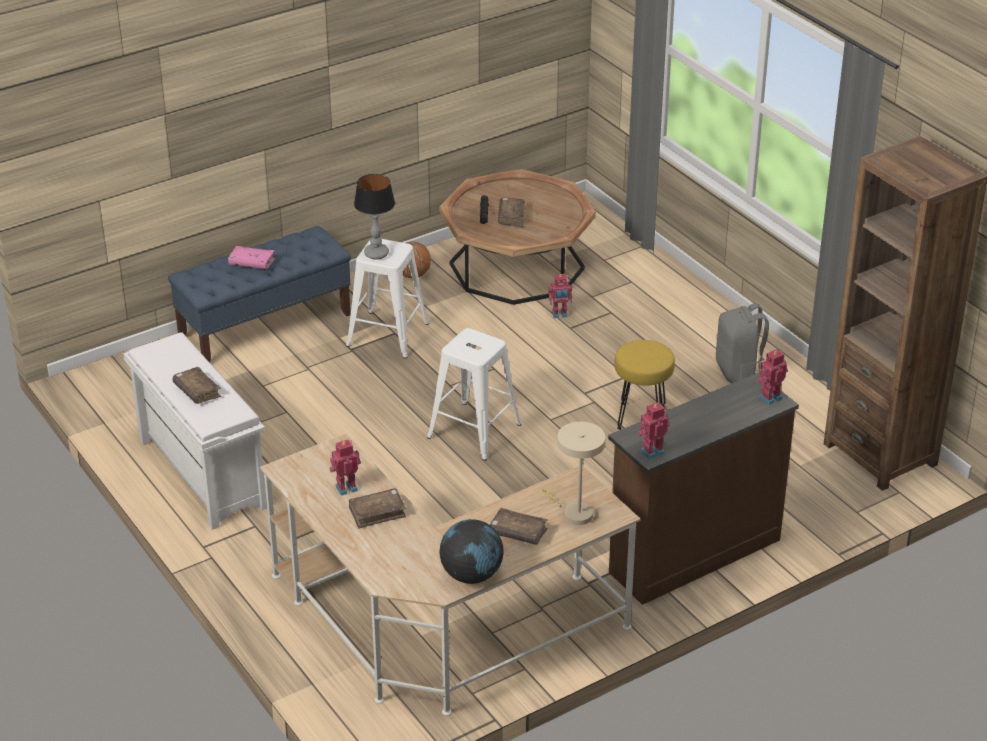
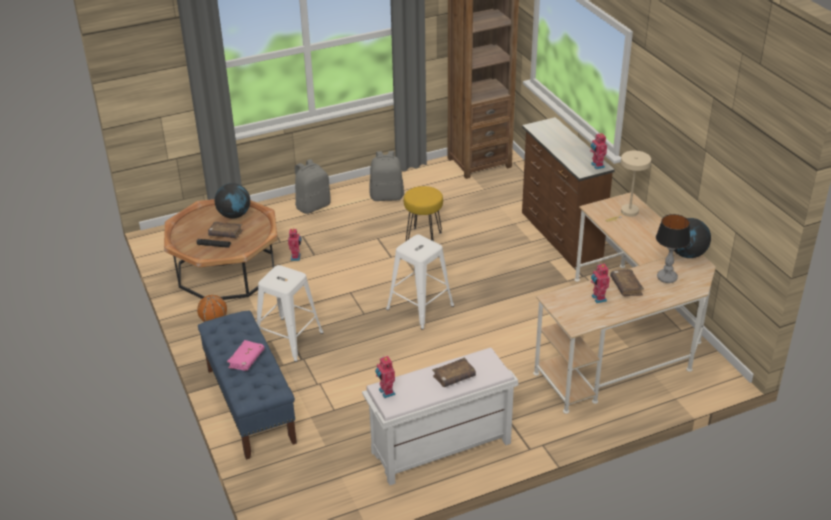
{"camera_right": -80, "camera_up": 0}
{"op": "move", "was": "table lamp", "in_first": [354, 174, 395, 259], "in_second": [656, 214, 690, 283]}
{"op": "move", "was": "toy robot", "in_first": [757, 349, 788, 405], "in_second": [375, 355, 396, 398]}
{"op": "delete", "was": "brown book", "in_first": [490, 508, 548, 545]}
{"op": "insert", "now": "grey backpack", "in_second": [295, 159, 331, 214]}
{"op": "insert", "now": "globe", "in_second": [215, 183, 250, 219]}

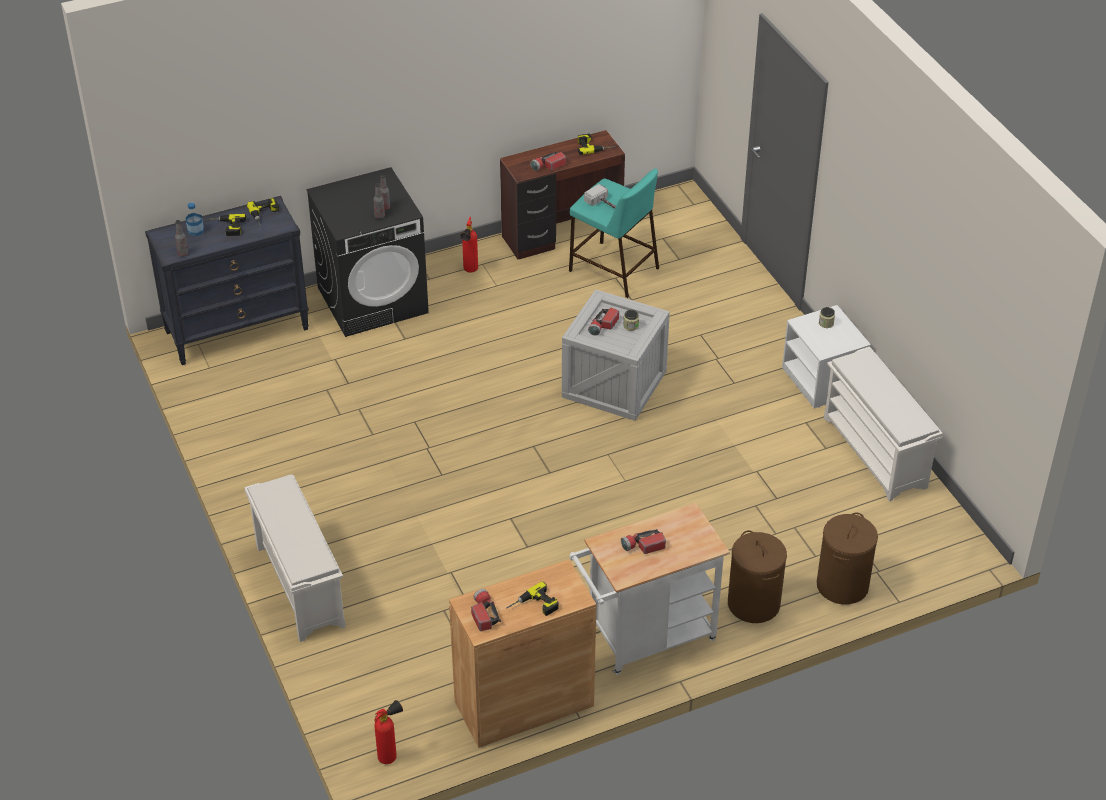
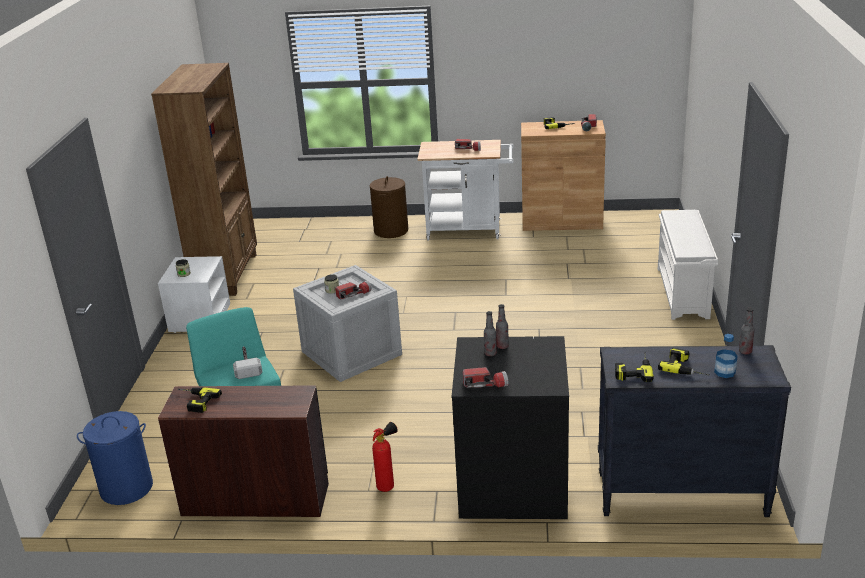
{"camera_right": -150, "camera_up": -15}
{"op": "move", "was": "flashlight", "in_first": [530, 152, 566, 171], "in_second": [463, 367, 508, 388]}
{"op": "replace", "was": "white shoe rack", "now": "brown bookcase", "in_first": [824, 347, 943, 501], "in_second": [151, 63, 257, 296]}
{"op": "delete", "was": "brown laundry basket", "in_first": [817, 512, 878, 604]}
{"op": "delete", "was": "fire extinguisher", "in_first": [374, 700, 403, 764]}
{"op": "insert", "now": "blue laundry basket", "in_second": [77, 411, 153, 505]}

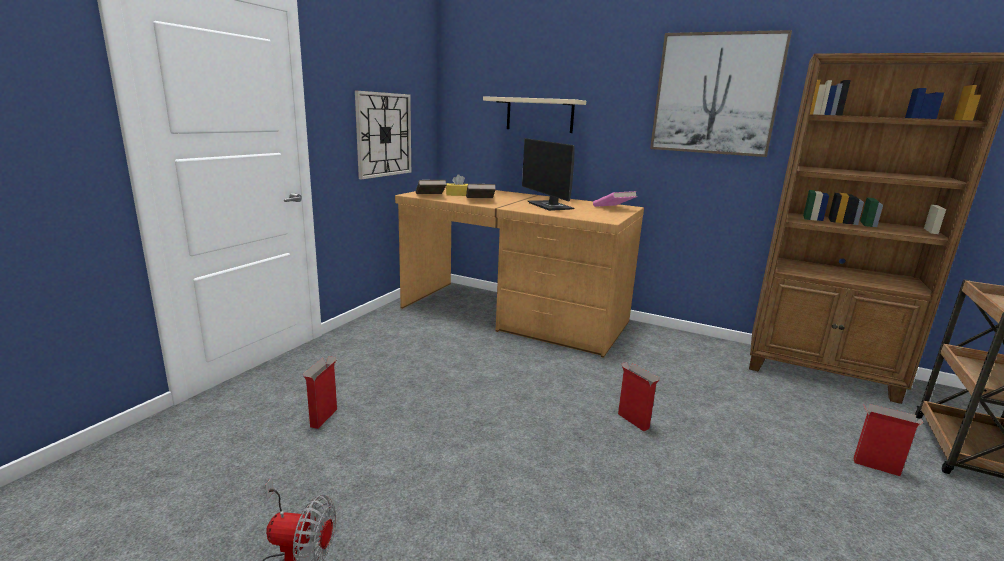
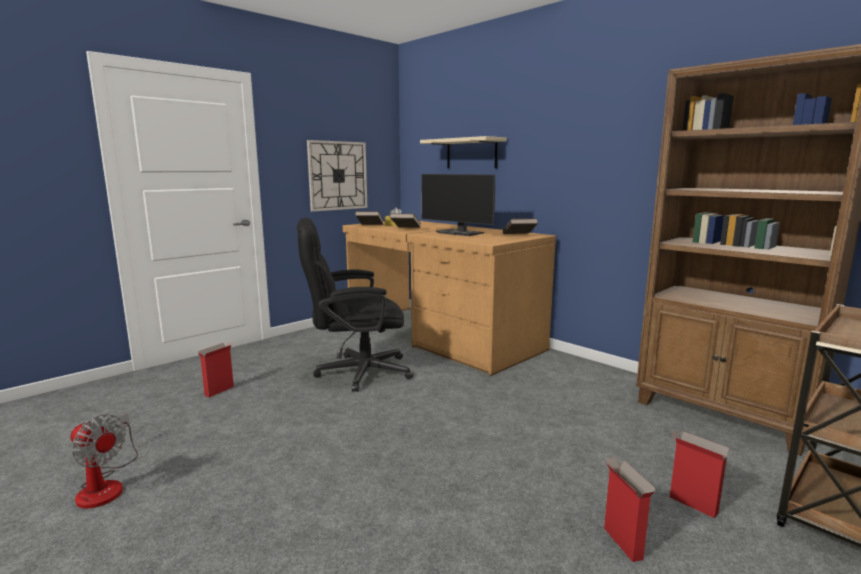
{"camera_right": 20, "camera_up": -5}
{"op": "delete", "was": "picture", "in_first": [650, 30, 792, 157]}
{"op": "rotate", "was": "monitor", "in_first": [522, 138, 575, 211], "in_second": [421, 174, 495, 236], "clockwise": -45}
{"op": "recolor", "was": "pink book", "now": "brown book", "in_first": [593, 191, 637, 207], "in_second": [503, 218, 538, 234]}
{"op": "move", "was": "cardboard box", "in_first": [618, 362, 659, 431], "in_second": [604, 457, 655, 562]}
{"op": "insert", "now": "black office chair", "in_second": [297, 217, 414, 392]}

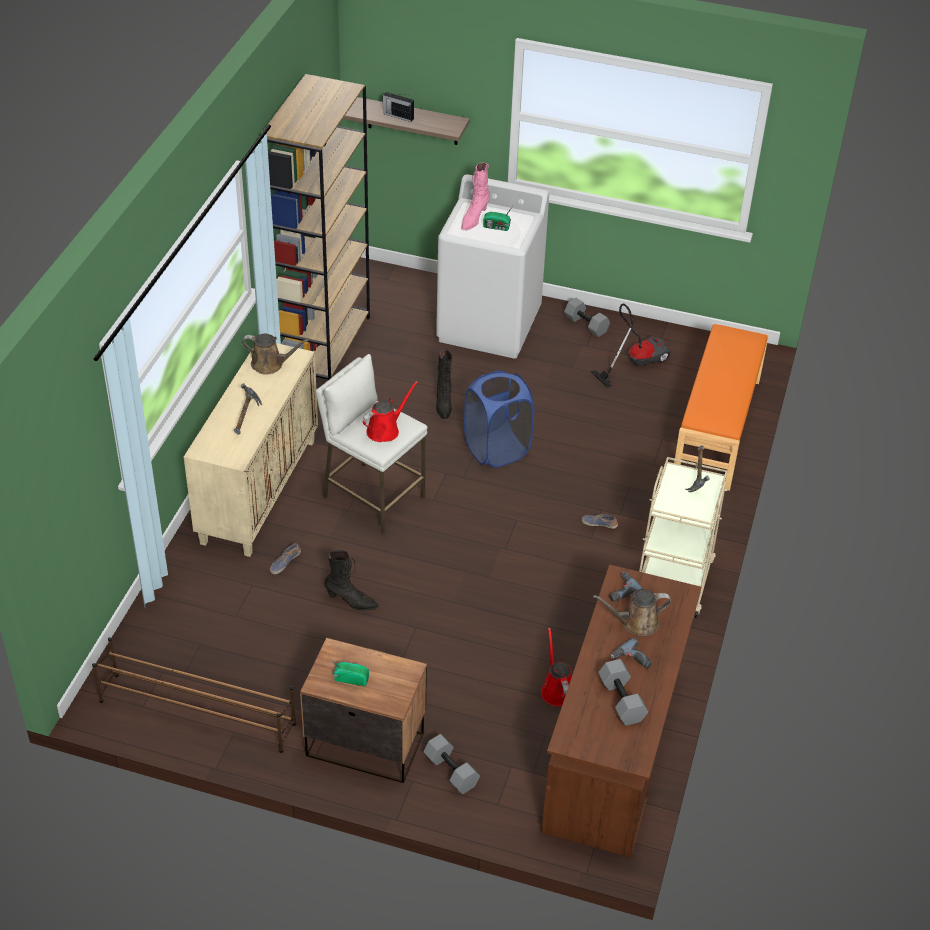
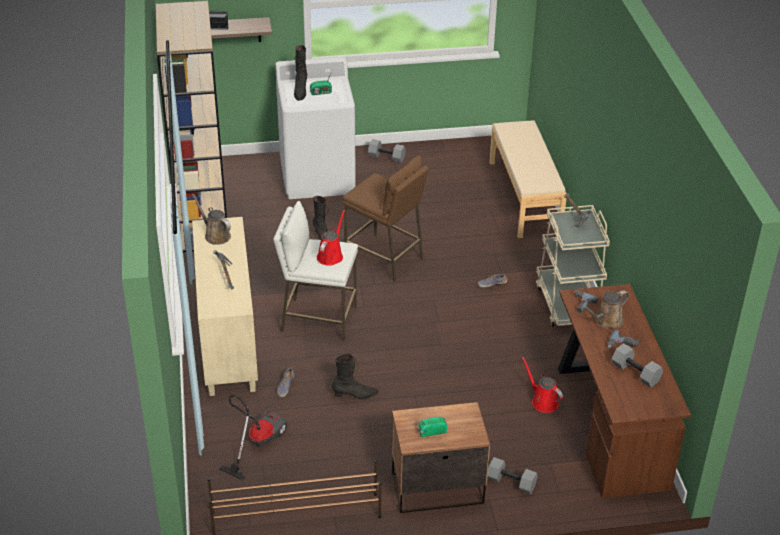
{"camera_right": -25, "camera_up": -5}
{"op": "recolor", "was": "pink boot", "now": "black boot", "in_first": [461, 163, 490, 230], "in_second": [294, 45, 307, 101]}
{"op": "move", "was": "vacuum cleaner", "in_first": [591, 304, 671, 388], "in_second": [220, 394, 288, 481]}
{"op": "recolor", "was": "orange bench", "now": "beige bench", "in_first": [674, 323, 769, 491], "in_second": [490, 120, 567, 238]}
{"op": "rotate", "was": "brown watering can", "in_first": [241, 334, 309, 375], "in_second": [192, 194, 231, 245], "clockwise": -120}
{"op": "replace", "was": "blue laundry basket", "now": "brown stool", "in_first": [464, 371, 534, 468], "in_second": [343, 155, 429, 282]}

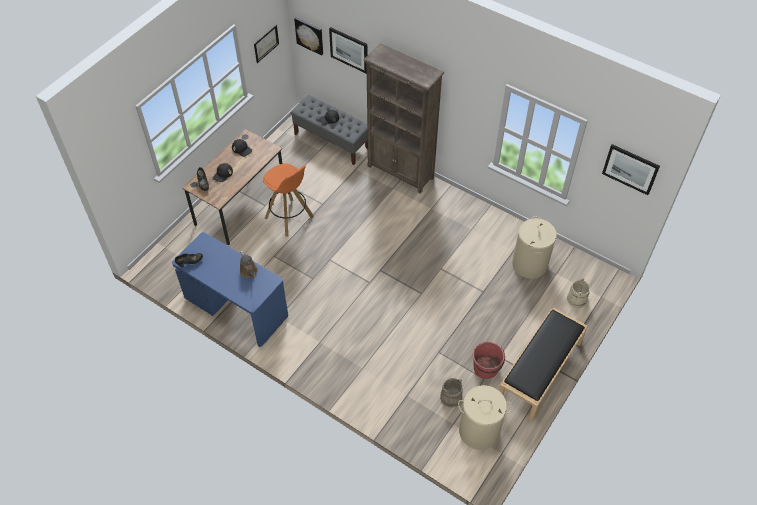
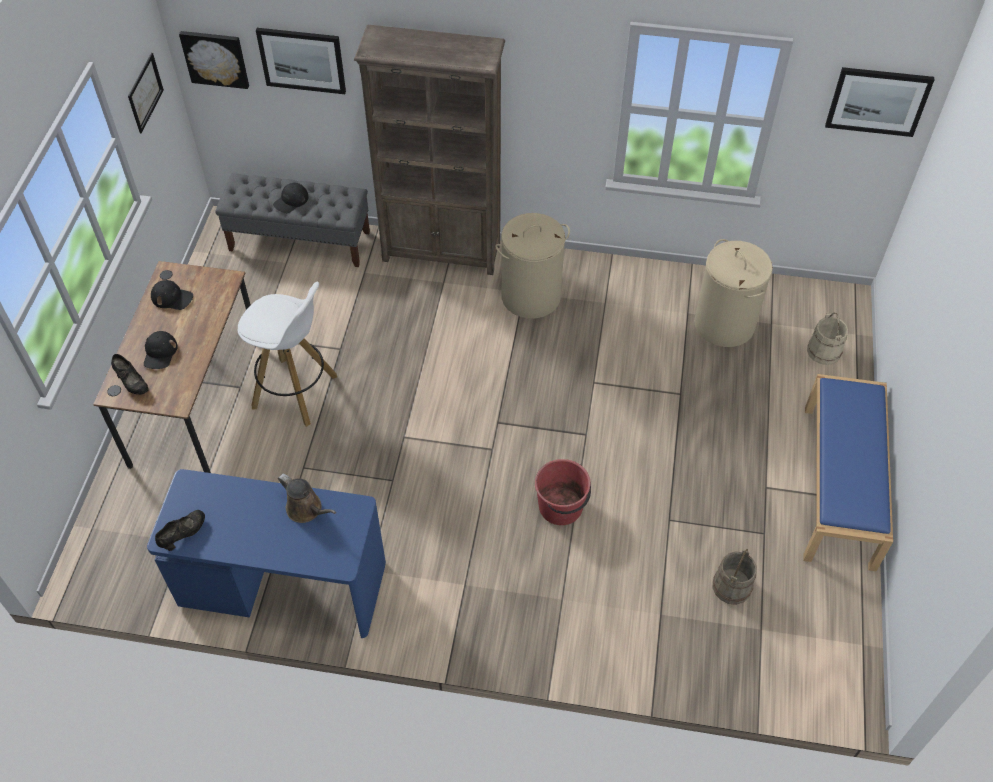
{"camera_right": -25, "camera_up": 0}
{"op": "recolor", "was": "orange stool", "now": "white stool", "in_first": [263, 164, 314, 237], "in_second": [238, 282, 337, 427]}
{"op": "recolor", "was": "black bench", "now": "blue bench", "in_first": [499, 307, 588, 421], "in_second": [803, 374, 893, 571]}
{"op": "move", "was": "red bucket", "in_first": [473, 342, 505, 379], "in_second": [535, 459, 591, 525]}
{"op": "move", "was": "beige laundry basket", "in_first": [458, 385, 512, 450], "in_second": [495, 213, 570, 318]}

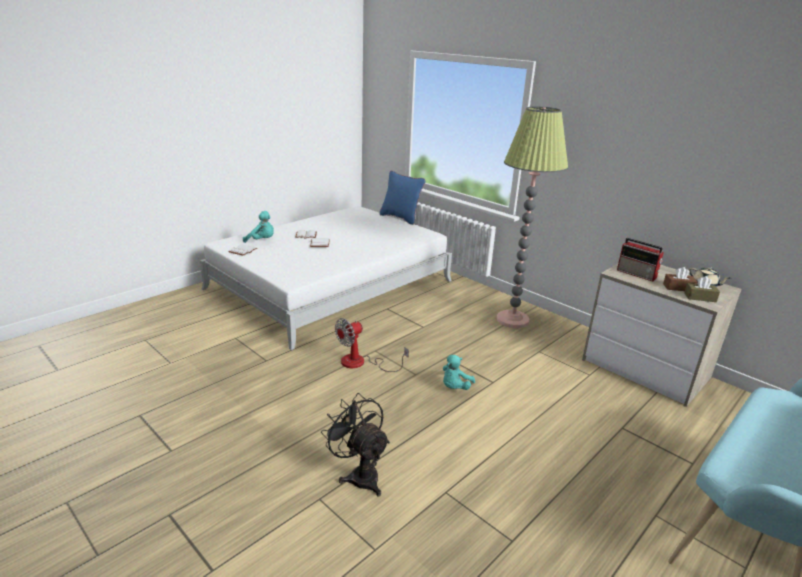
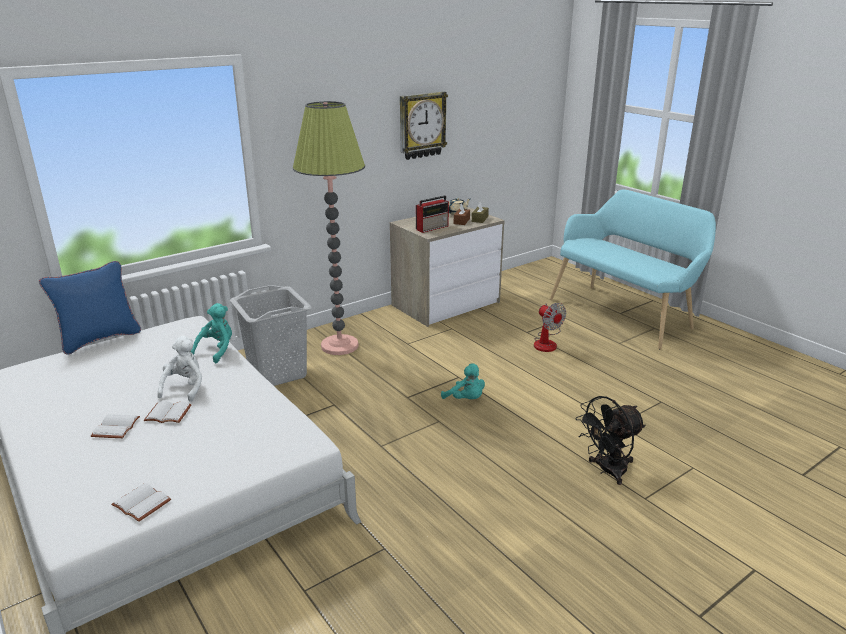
{"camera_right": -80, "camera_up": 0}
{"op": "move", "was": "turquoise plush toy", "in_first": [243, 211, 274, 243], "in_second": [191, 303, 232, 363]}
{"op": "move", "was": "fan", "in_first": [335, 318, 409, 372], "in_second": [534, 303, 566, 352]}
{"op": "insert", "now": "wall clock", "in_second": [400, 92, 448, 160]}
{"op": "insert", "now": "grey laundry basket", "in_second": [230, 285, 312, 386]}
{"op": "insert", "now": "white plush toy", "in_second": [157, 336, 202, 402]}

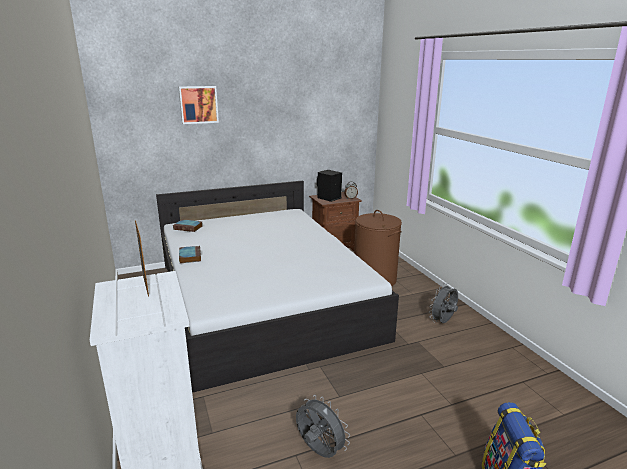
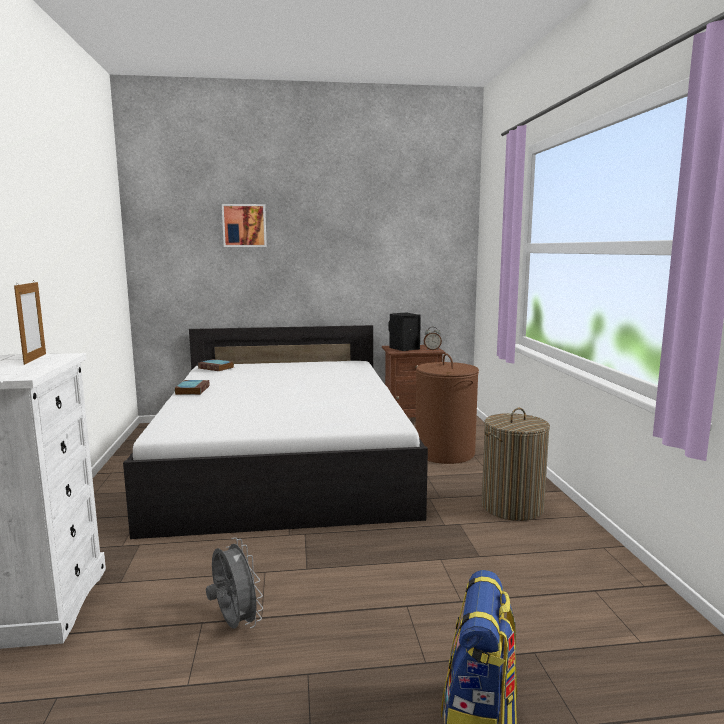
{"camera_right": 15, "camera_up": -10}
{"op": "replace", "was": "grey fan", "now": "laundry basket", "in_first": [429, 283, 458, 323], "in_second": [482, 408, 550, 521]}

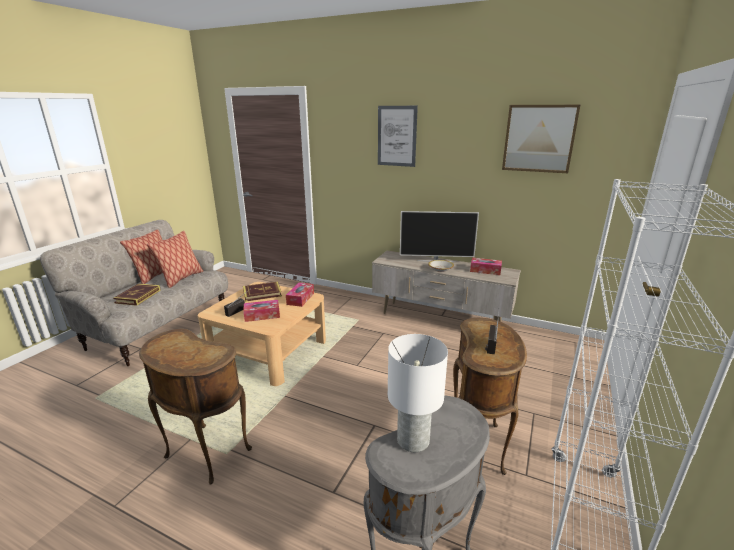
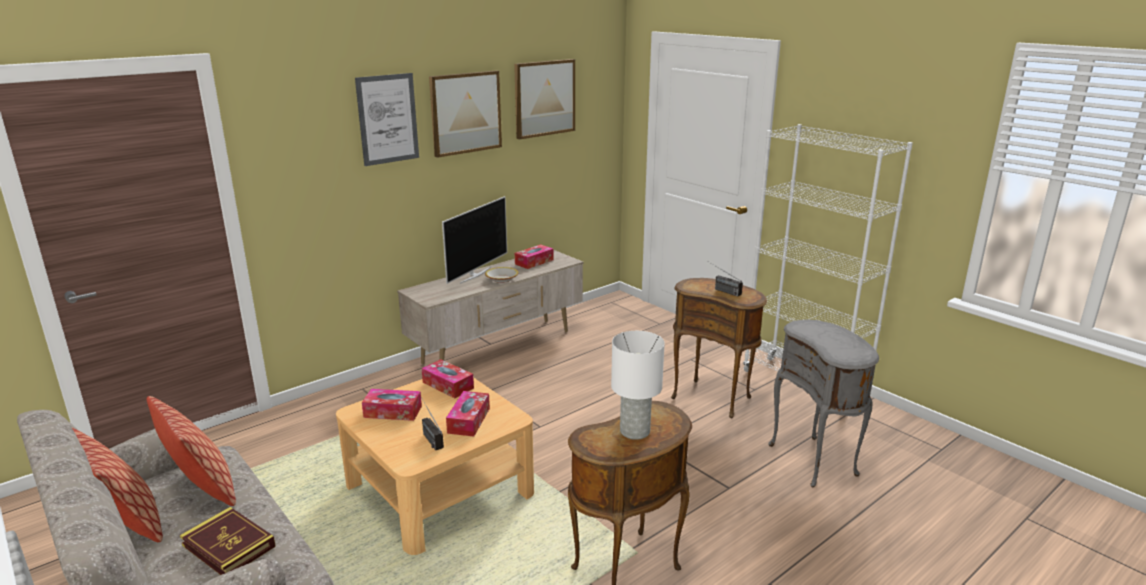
{"camera_right": -65, "camera_up": 0}
{"op": "replace", "was": "book", "now": "tissue box", "in_first": [243, 282, 282, 302], "in_second": [362, 389, 422, 421]}
{"op": "move", "was": "white table lamp", "in_first": [388, 334, 448, 452], "in_second": [611, 331, 665, 440]}
{"op": "insert", "now": "picture", "in_second": [429, 71, 502, 158]}

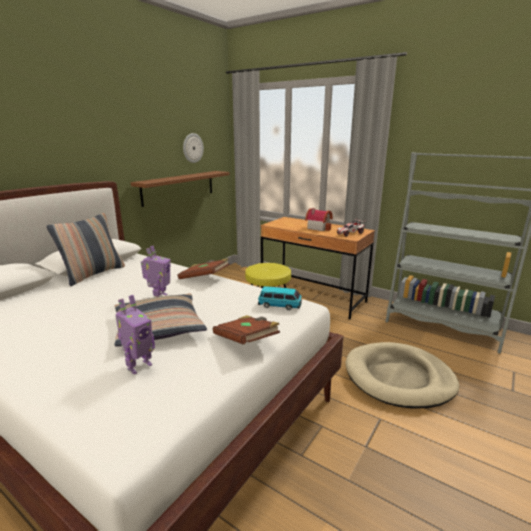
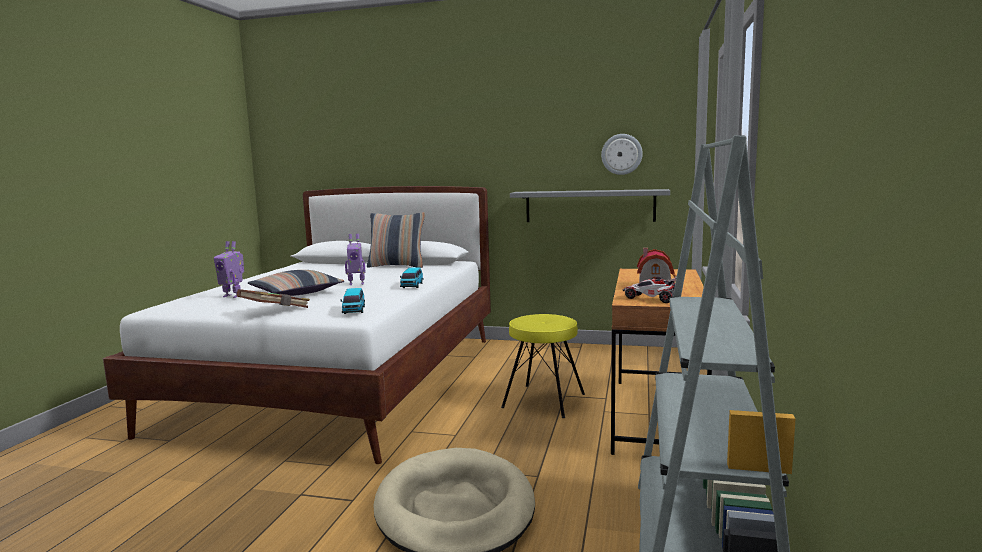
{"camera_right": 70, "camera_up": -10}
{"op": "recolor", "was": "brown shelf", "now": "grey shelf", "in_first": [131, 171, 230, 207], "in_second": [510, 189, 670, 222]}
{"op": "replace", "was": "brown book", "now": "toy car", "in_first": [177, 258, 230, 279], "in_second": [400, 268, 424, 288]}

